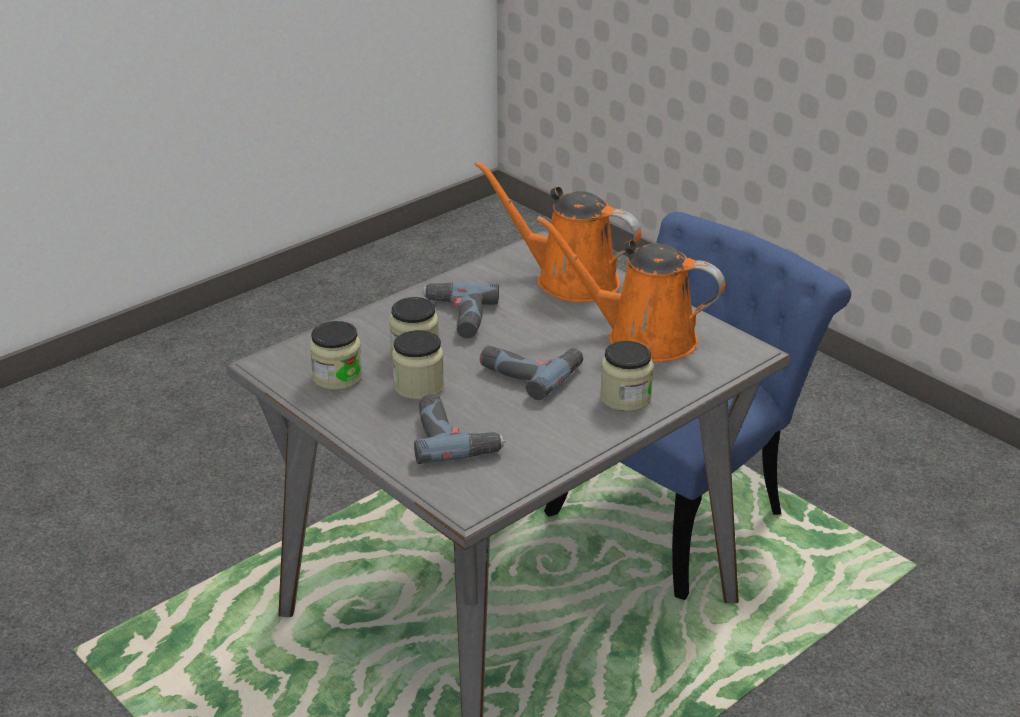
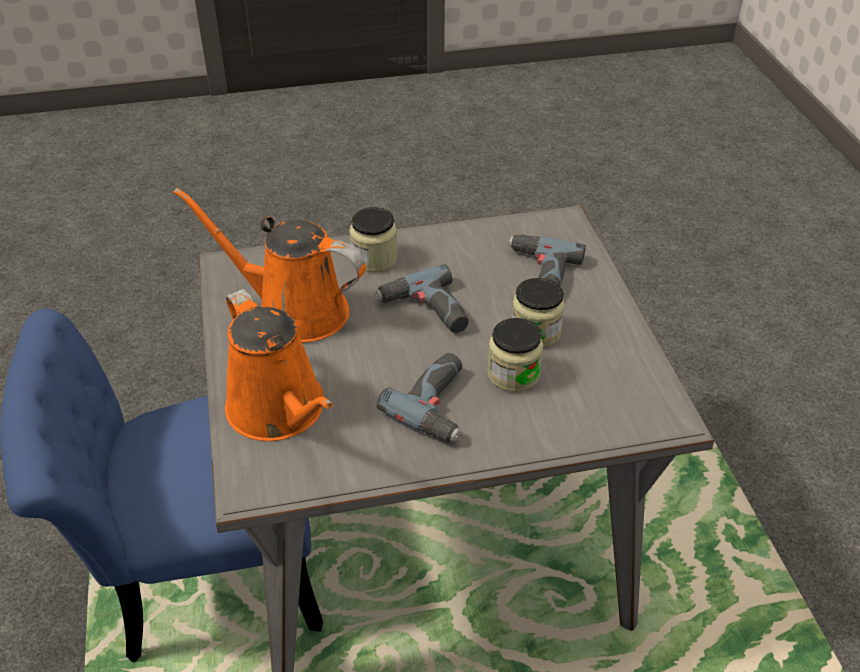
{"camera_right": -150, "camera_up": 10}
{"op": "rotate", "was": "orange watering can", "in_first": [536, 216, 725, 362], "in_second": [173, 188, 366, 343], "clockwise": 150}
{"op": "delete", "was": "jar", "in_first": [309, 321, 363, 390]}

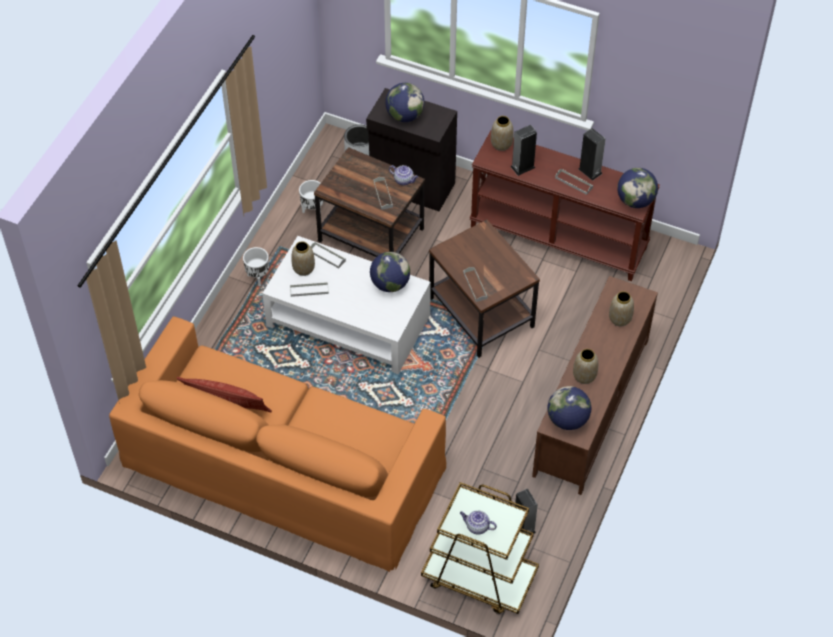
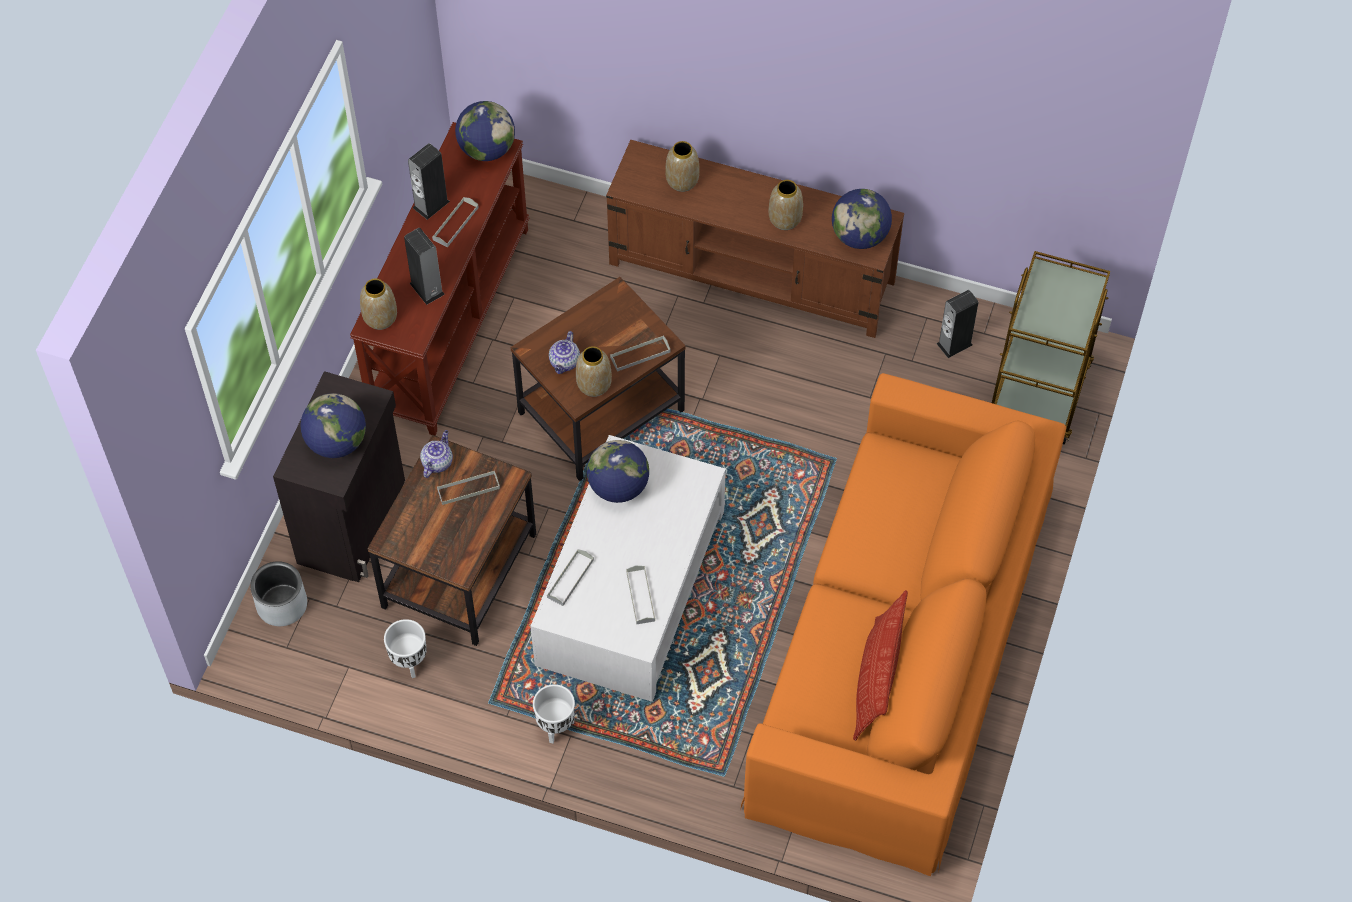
{"camera_right": -95, "camera_up": 5}
{"op": "move", "was": "vase", "in_first": [291, 241, 315, 276], "in_second": [576, 346, 612, 397]}
{"op": "move", "was": "teapot", "in_first": [460, 511, 497, 534], "in_second": [549, 331, 580, 374]}

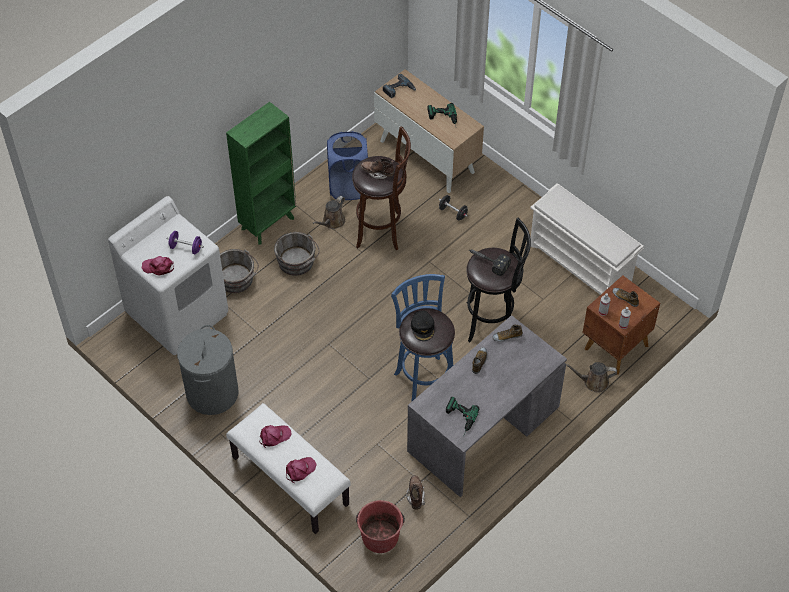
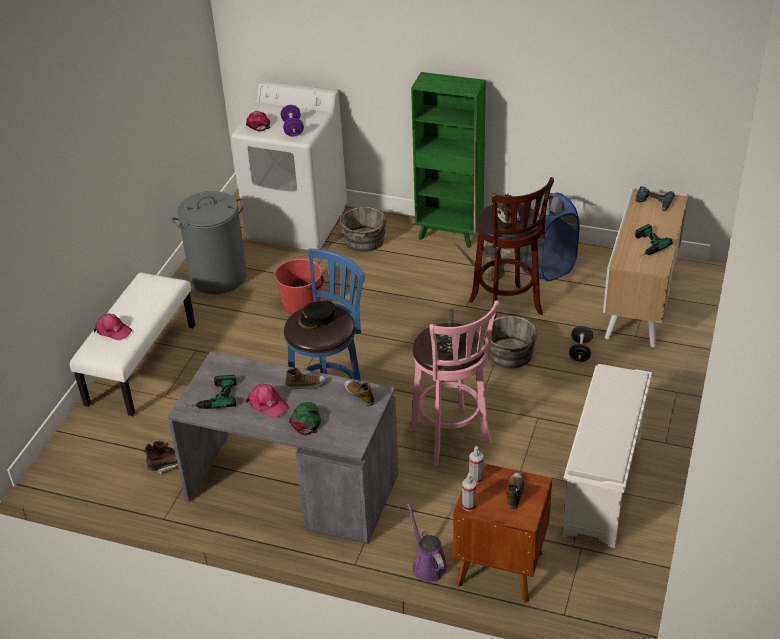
{"camera_right": 65, "camera_up": -15}
{"op": "recolor", "was": "black stool", "now": "pink stool", "in_first": [466, 218, 531, 342], "in_second": [408, 300, 499, 466]}
{"op": "move", "was": "grey bucket", "in_first": [274, 232, 320, 276], "in_second": [485, 315, 537, 369]}
{"op": "recolor", "was": "brown watering can", "now": "purple watering can", "in_first": [566, 362, 617, 393], "in_second": [407, 503, 447, 582]}
{"op": "move", "was": "pink cap", "in_first": [259, 425, 291, 448], "in_second": [246, 384, 288, 417]}
{"op": "move", "was": "red bucket", "in_first": [356, 500, 405, 553], "in_second": [274, 258, 324, 315]}
{"op": "insert", "now": "green cap", "in_second": [289, 402, 321, 435]}

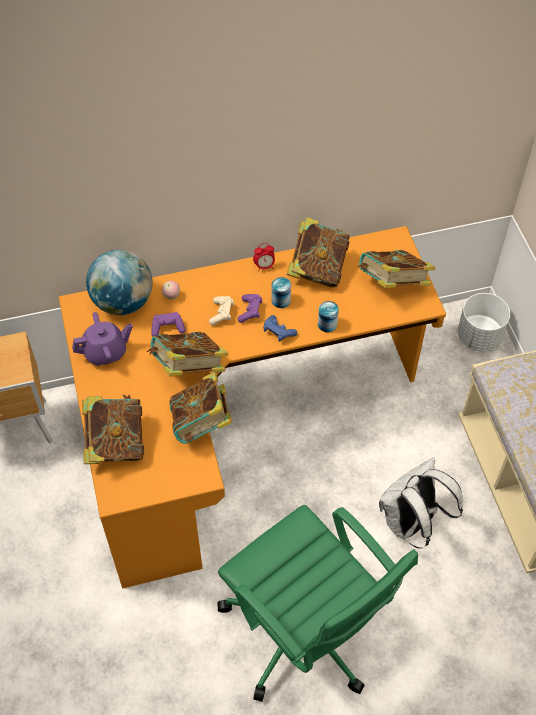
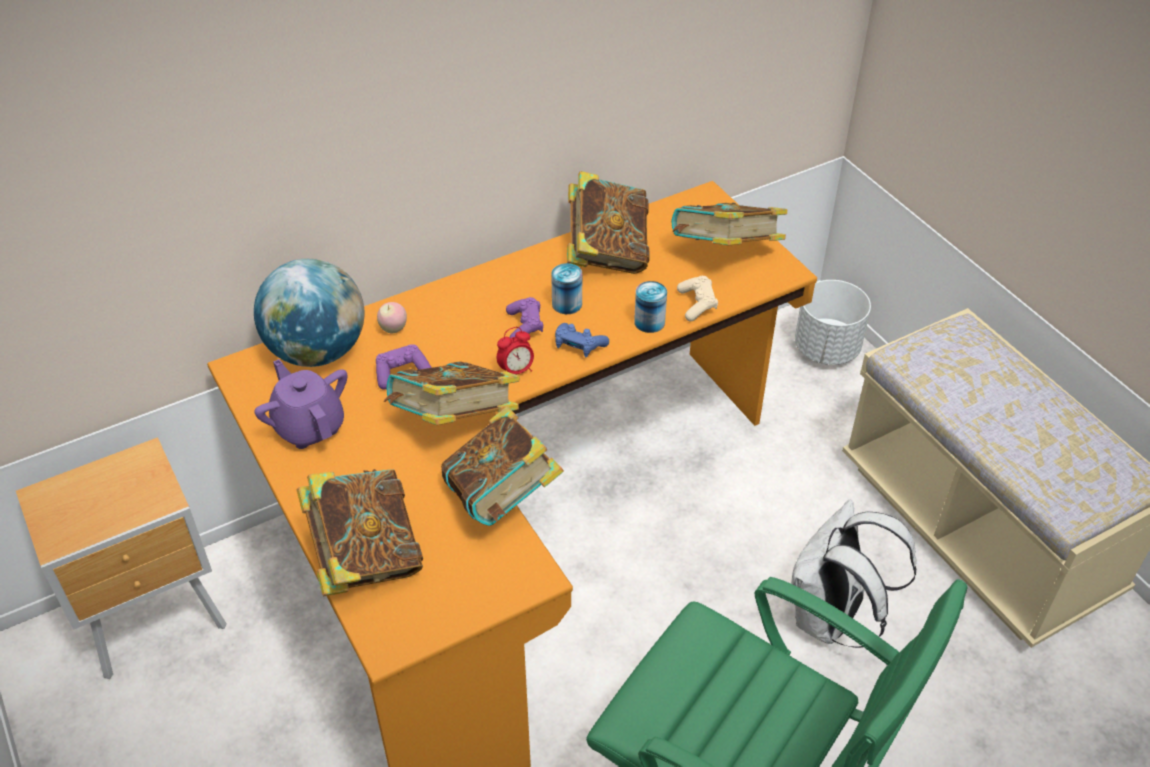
{"camera_right": -15, "camera_up": -10}
{"op": "move", "was": "alarm clock", "in_first": [253, 243, 275, 272], "in_second": [497, 327, 534, 374]}
{"op": "move", "was": "beige game controller", "in_first": [209, 296, 234, 325], "in_second": [677, 276, 718, 321]}
{"op": "rotate", "was": "purple teapot", "in_first": [72, 312, 133, 366], "in_second": [254, 359, 347, 449], "clockwise": -90}

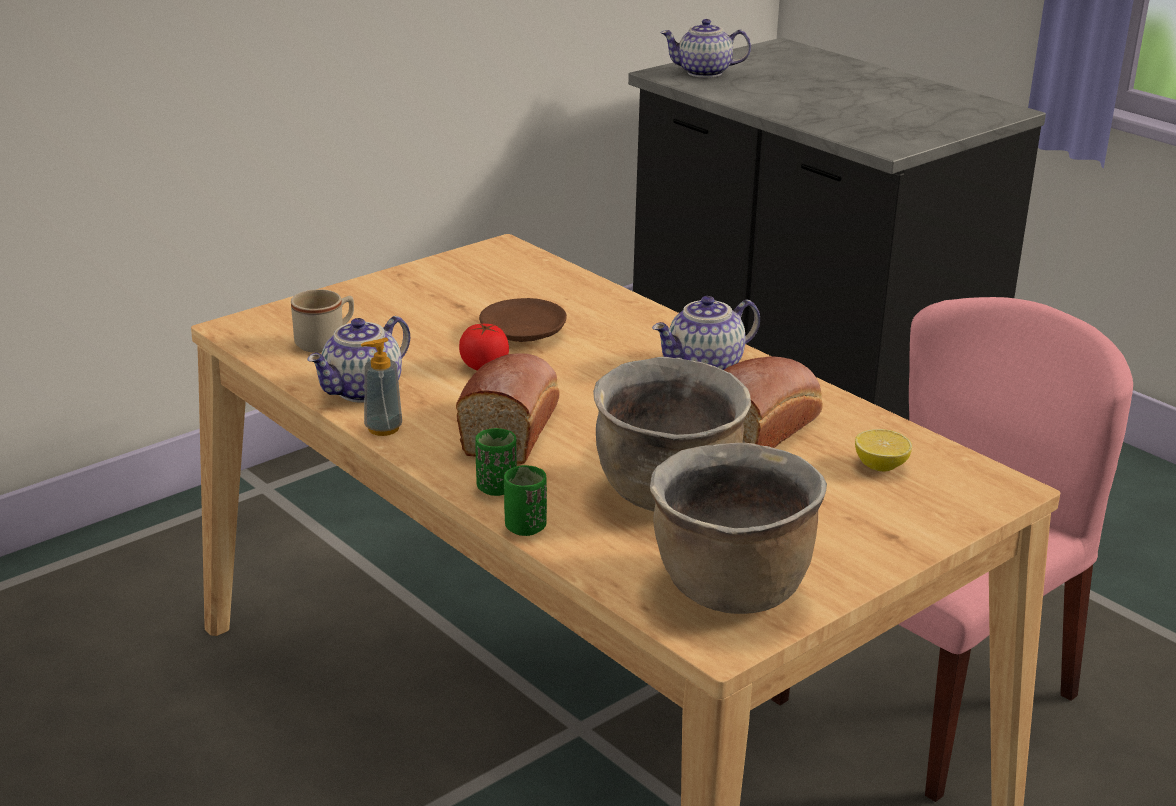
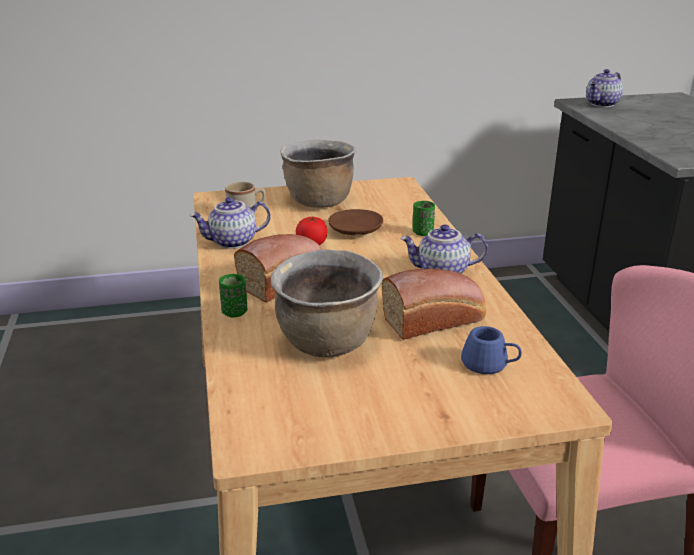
{"camera_right": 30, "camera_up": 0}
{"op": "rotate", "was": "teapot", "in_first": [660, 19, 751, 78], "in_second": [586, 69, 623, 107], "clockwise": -75}
{"op": "delete", "was": "soap dispenser", "in_first": [361, 337, 402, 436]}
{"op": "replace", "was": "lemon", "now": "blue mug", "in_first": [855, 429, 912, 471], "in_second": [461, 326, 522, 374]}
{"op": "move", "was": "brown cooking pot", "in_first": [650, 443, 827, 614], "in_second": [280, 140, 356, 208]}
{"op": "move", "was": "green cup", "in_first": [504, 465, 547, 536], "in_second": [413, 201, 435, 236]}

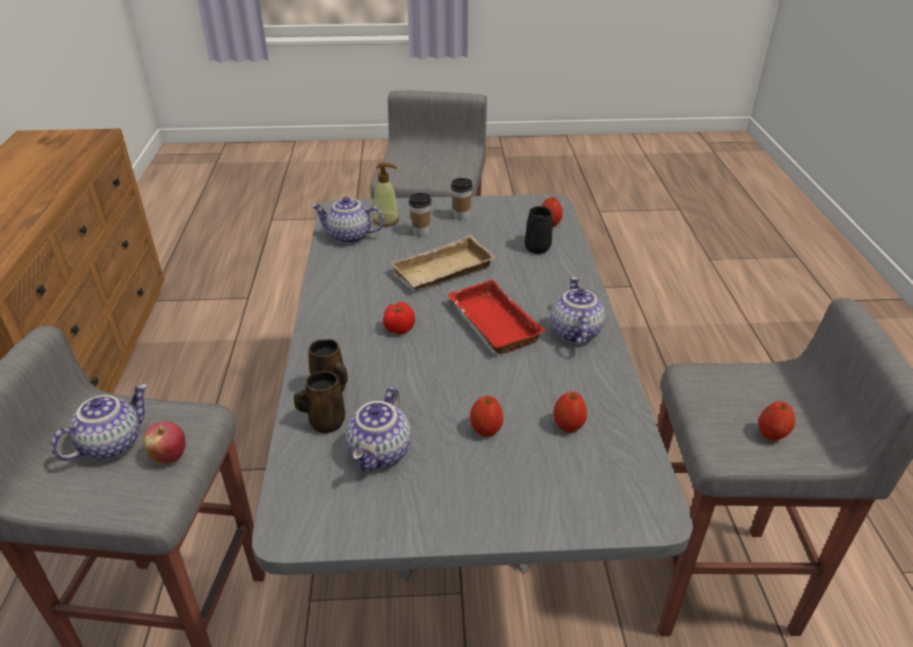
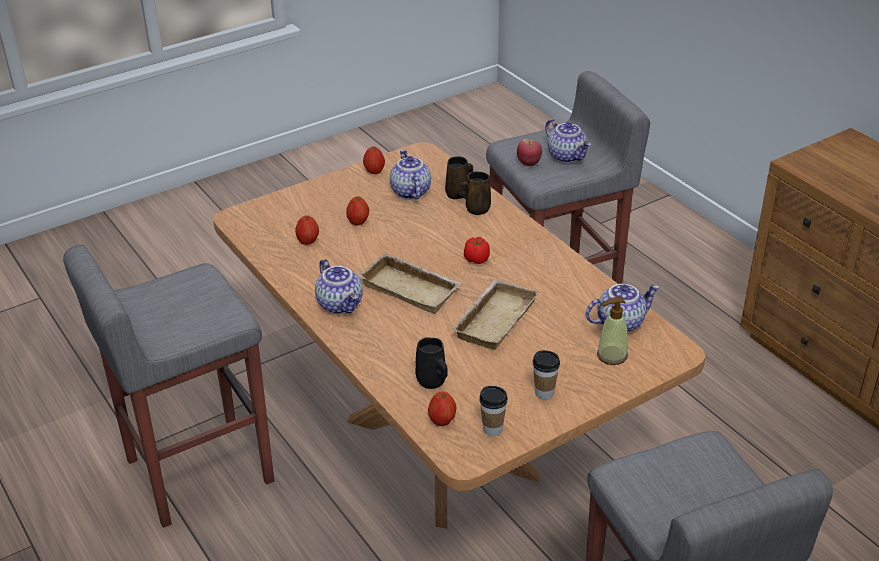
{"camera_right": 150, "camera_up": 0}
{"op": "move", "was": "cup", "in_first": [409, 193, 432, 236], "in_second": [479, 386, 508, 436]}
{"op": "recolor", "was": "grey dining table", "now": "brown dining table", "in_first": [252, 194, 693, 581], "in_second": [213, 142, 706, 529]}
{"op": "recolor", "was": "red tray", "now": "beige tray", "in_first": [447, 279, 546, 354], "in_second": [358, 253, 462, 314]}
{"op": "rotate", "was": "teapot", "in_first": [51, 384, 148, 460], "in_second": [545, 119, 591, 163], "clockwise": -45}
{"op": "move", "was": "apple", "in_first": [758, 401, 795, 441], "in_second": [363, 146, 385, 174]}

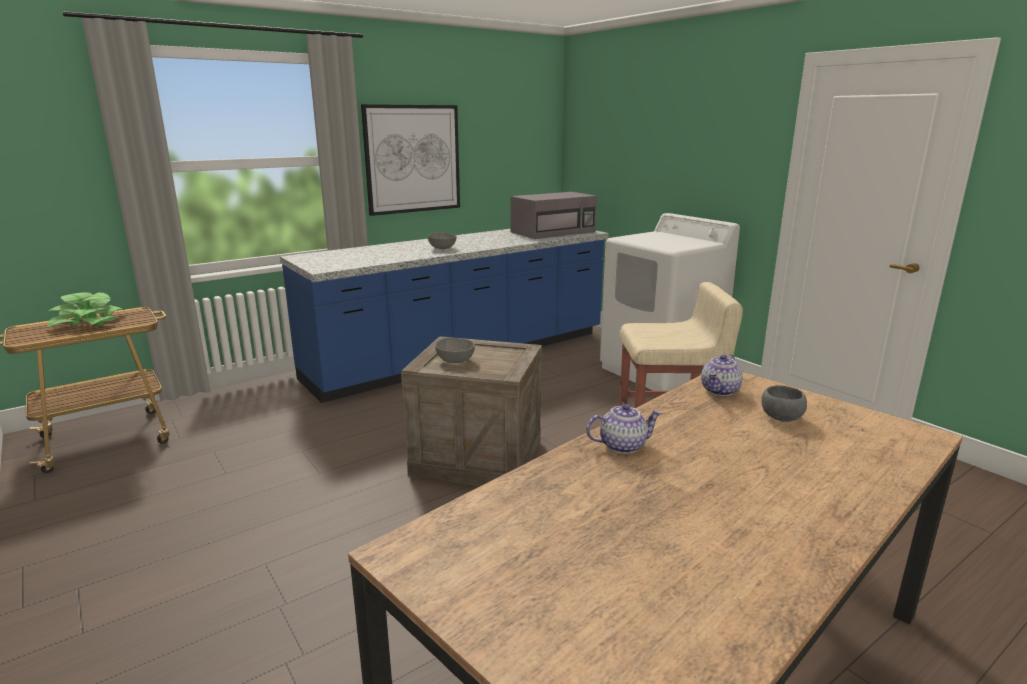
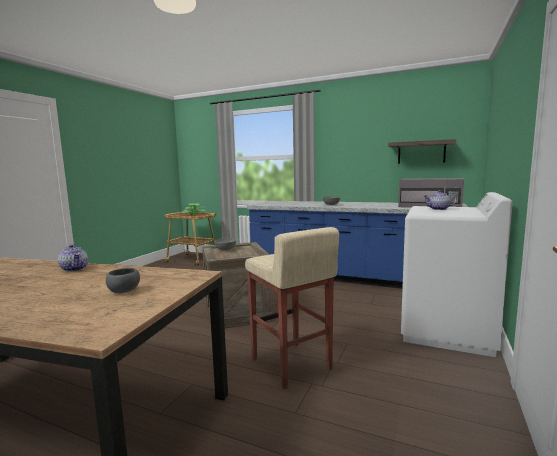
{"camera_right": 60, "camera_up": -10}
{"op": "delete", "was": "picture", "in_first": [361, 104, 460, 216]}
{"op": "move", "was": "teapot", "in_first": [701, 354, 743, 396], "in_second": [424, 190, 457, 210]}
{"op": "insert", "now": "shelf", "in_second": [388, 139, 456, 164]}

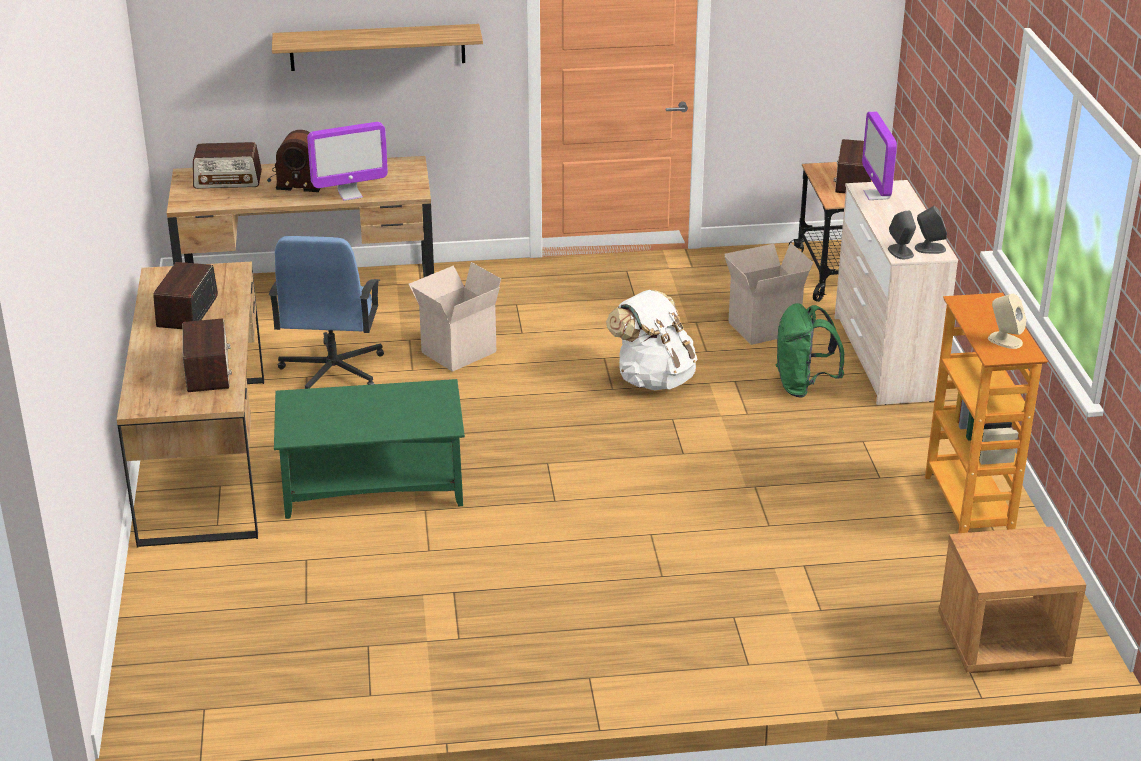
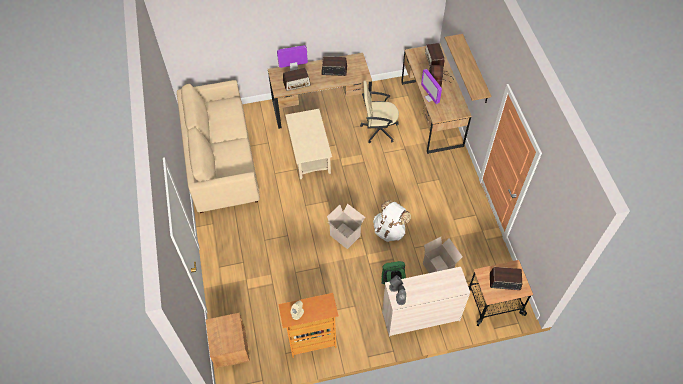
{"camera_right": 85, "camera_up": 25}
{"op": "move", "was": "monitor", "in_first": [862, 111, 897, 200], "in_second": [277, 45, 308, 71]}
{"op": "recolor", "was": "blue office chair", "now": "beige office chair", "in_first": [269, 236, 384, 389], "in_second": [360, 81, 399, 143]}
{"op": "move", "was": "cardboard box", "in_first": [409, 262, 501, 372], "in_second": [327, 204, 365, 249]}
{"op": "recolor", "was": "green coffee table", "now": "beige coffee table", "in_first": [274, 379, 465, 519], "in_second": [285, 109, 332, 179]}
{"op": "insert", "now": "beige sofa", "in_second": [177, 80, 260, 213]}

